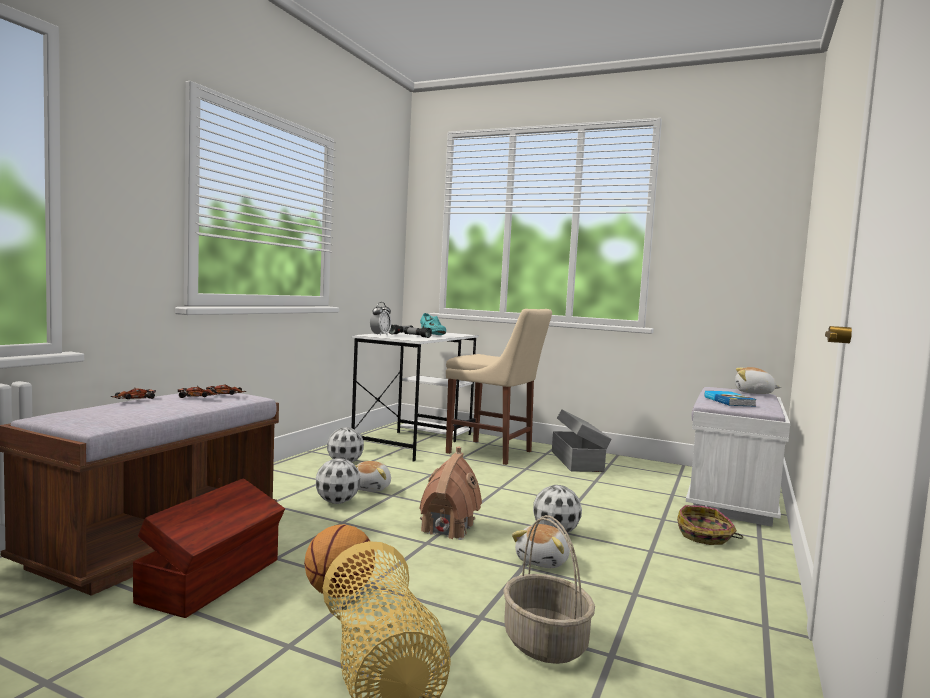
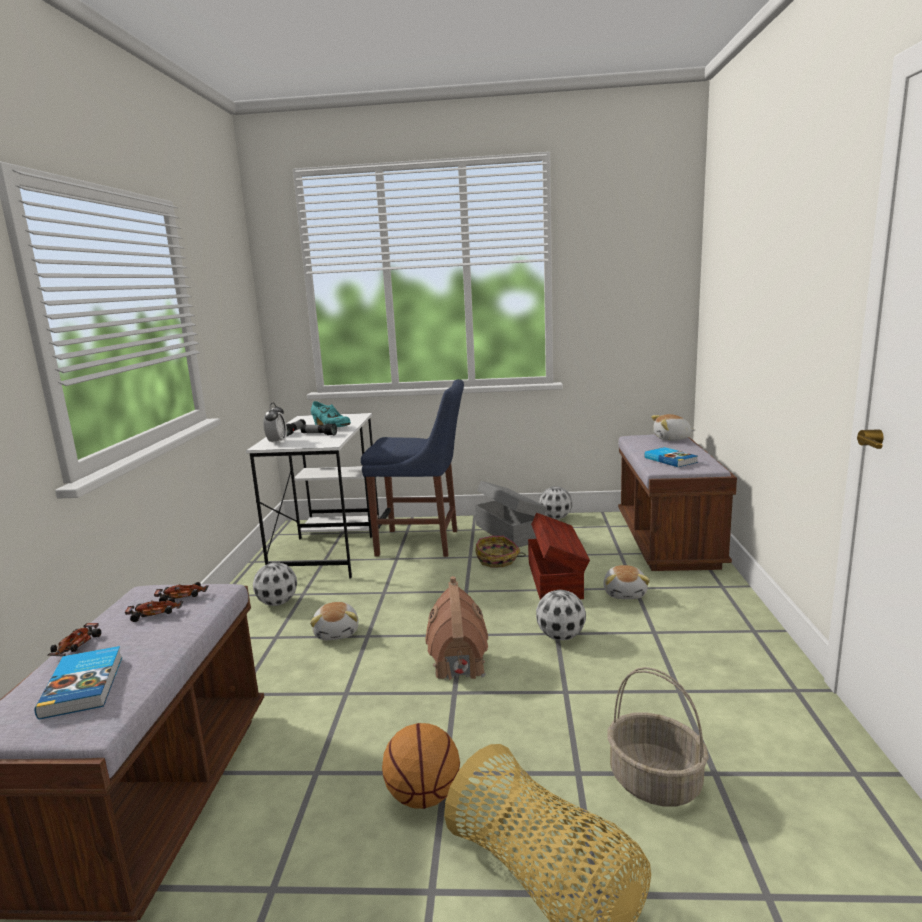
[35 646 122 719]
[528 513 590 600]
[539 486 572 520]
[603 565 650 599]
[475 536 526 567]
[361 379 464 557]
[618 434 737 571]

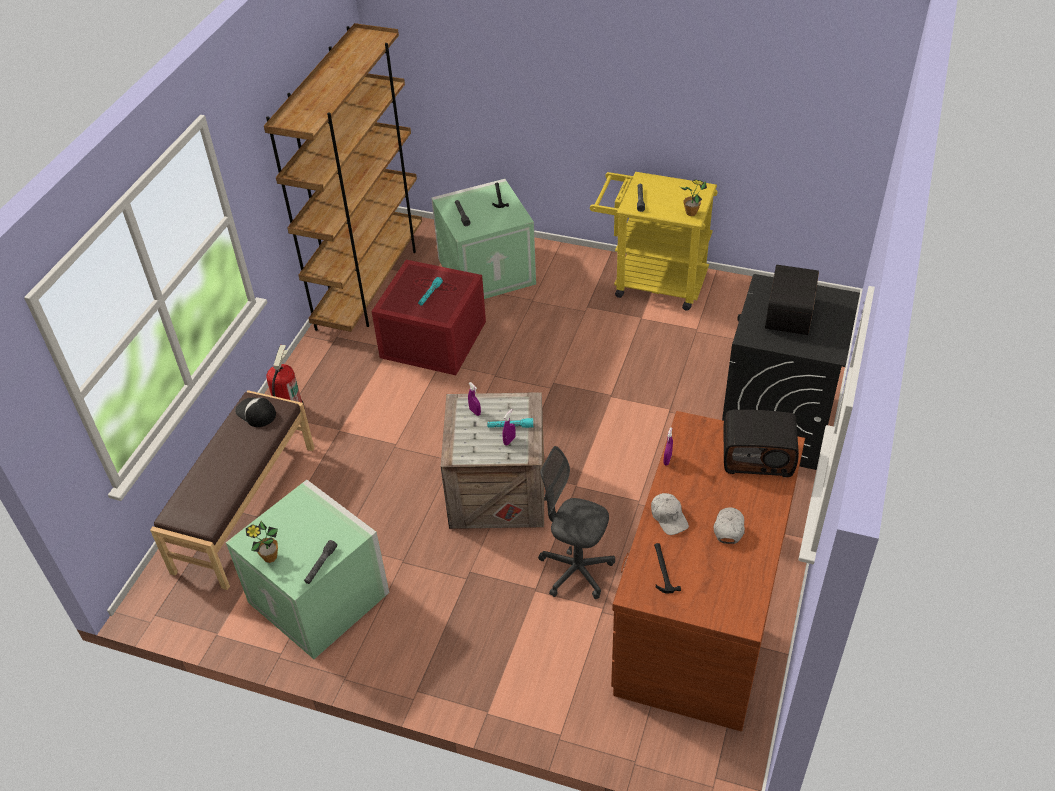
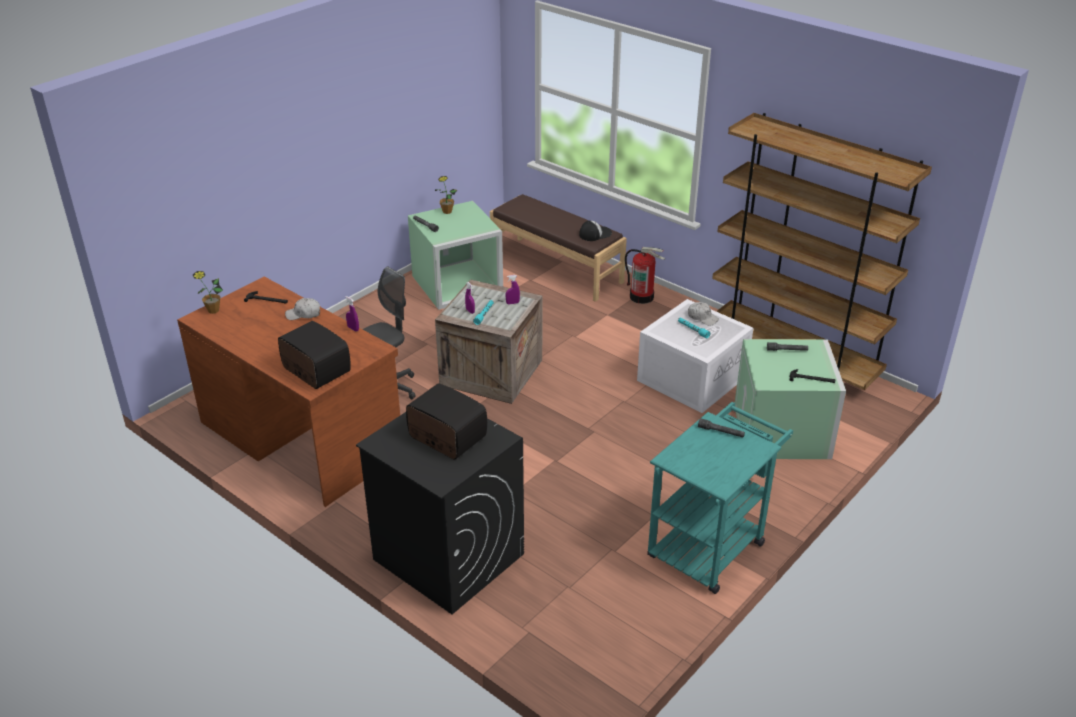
[193 271 223 314]
[688 302 719 326]
[637 299 753 413]
[647 402 793 594]
[278 321 351 389]

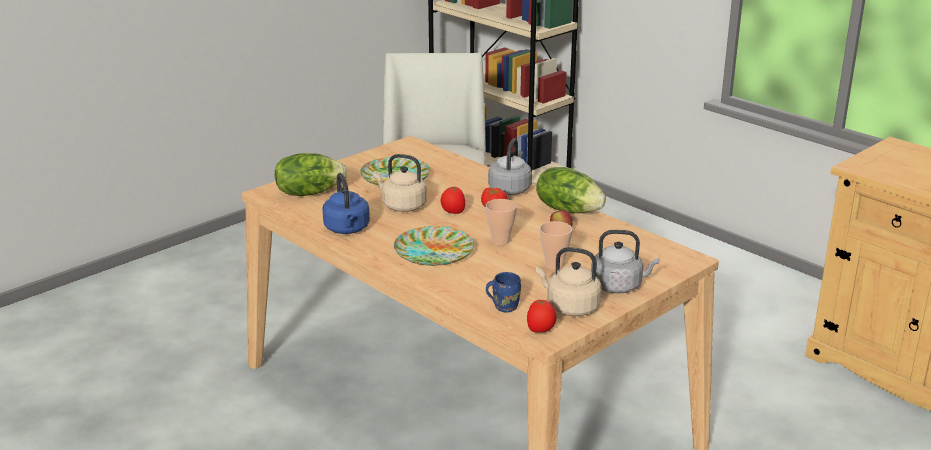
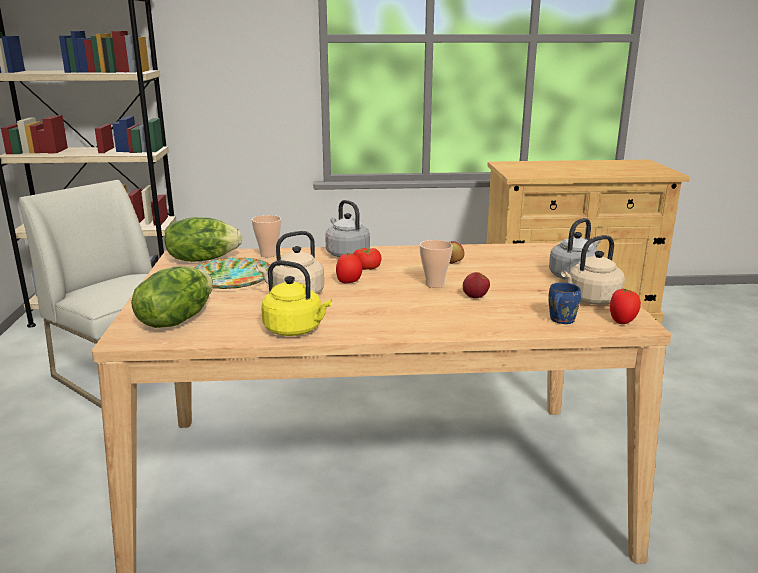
[394 226 474 266] (first image)
[463 272 490 299]
[165 217 242 262]
[252 215 281 257]
[261 260 332 336]

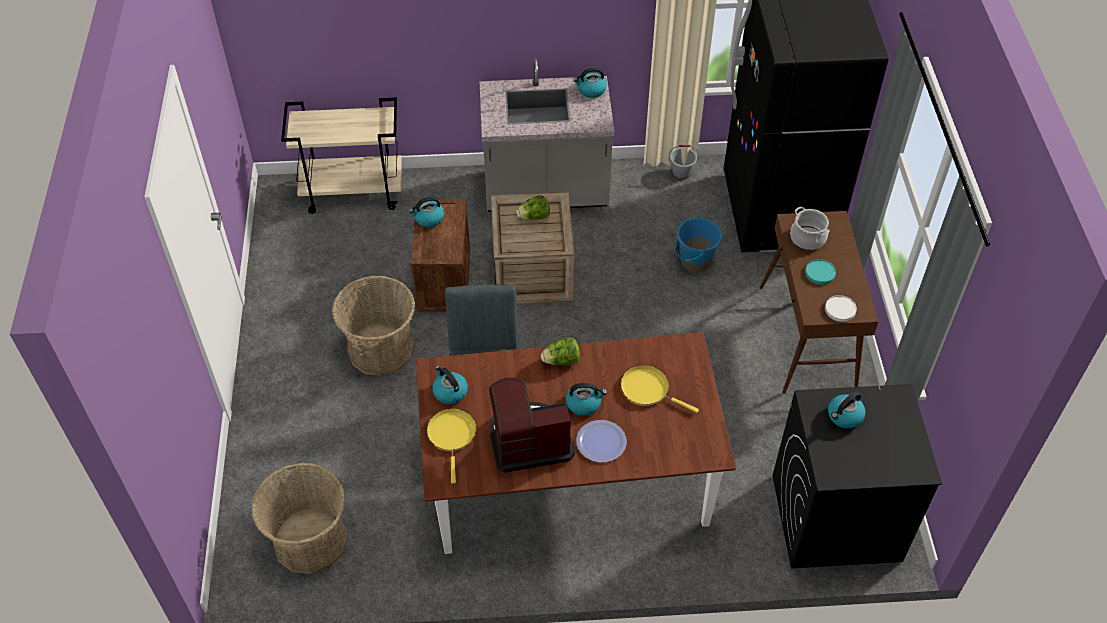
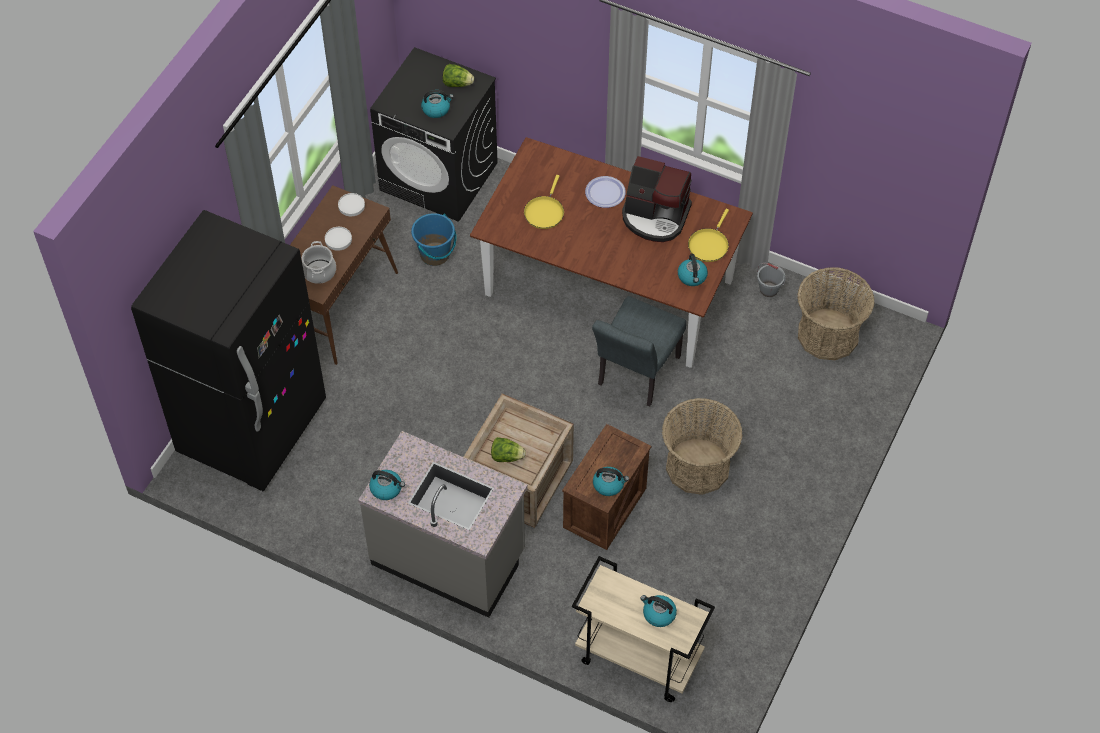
[443 64 474 87]
[641 595 677 627]
[757 263 786 297]
[411 213 456 266]
[325 227 352 251]
[524 175 564 229]

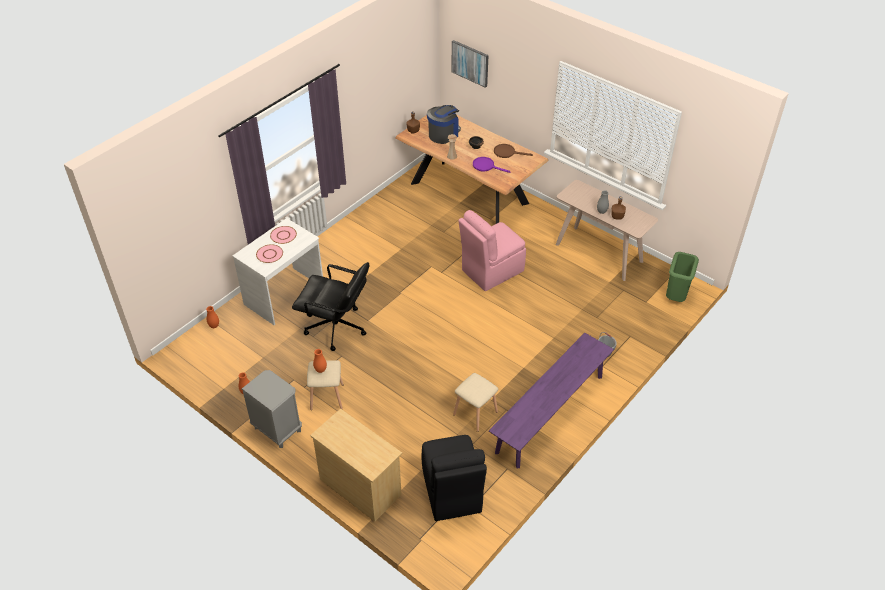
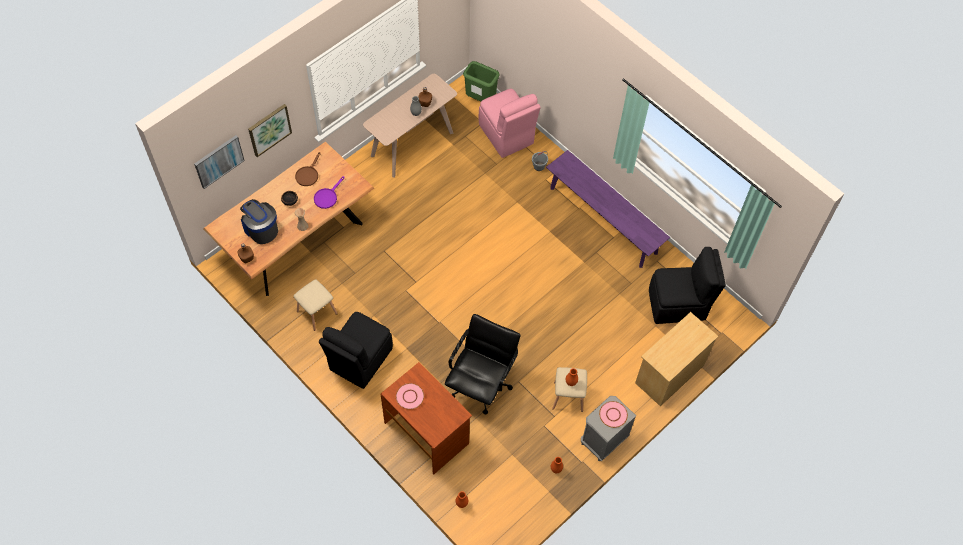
[248 104 292 157]
[319 312 393 389]
[599 401 628 428]
[294 279 338 331]
[479 89 541 158]
[380 362 472 474]

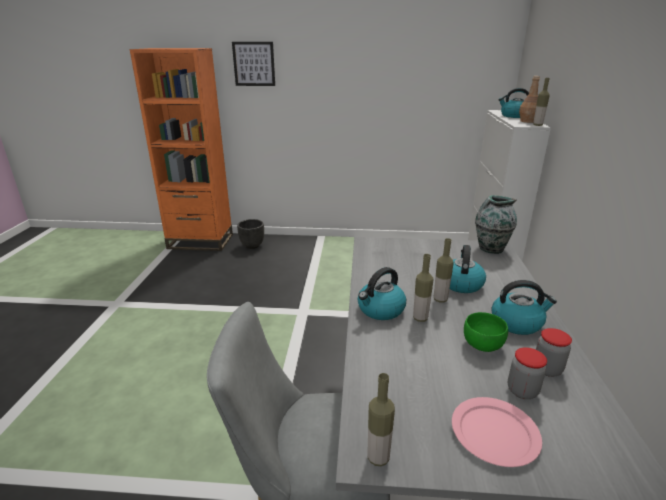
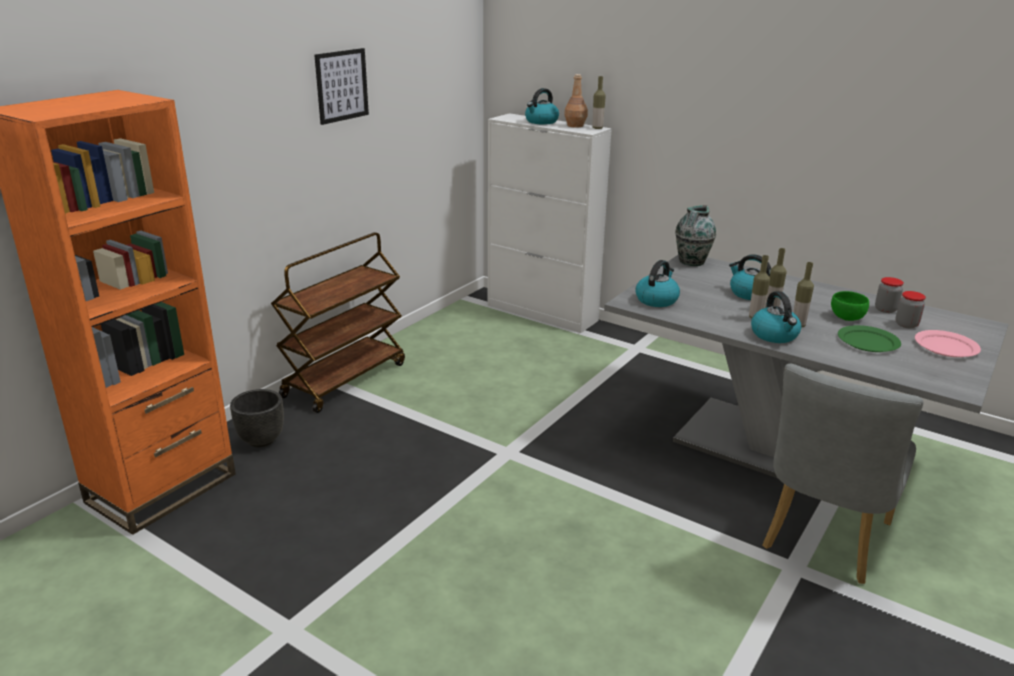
[271 232 405 413]
[838 325 901 352]
[314 48 369 125]
[749 255 770 318]
[635 260 680 307]

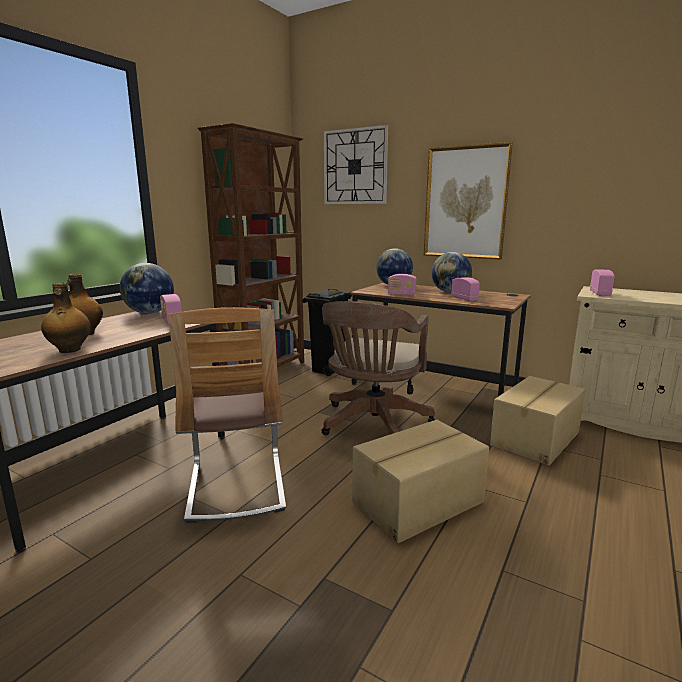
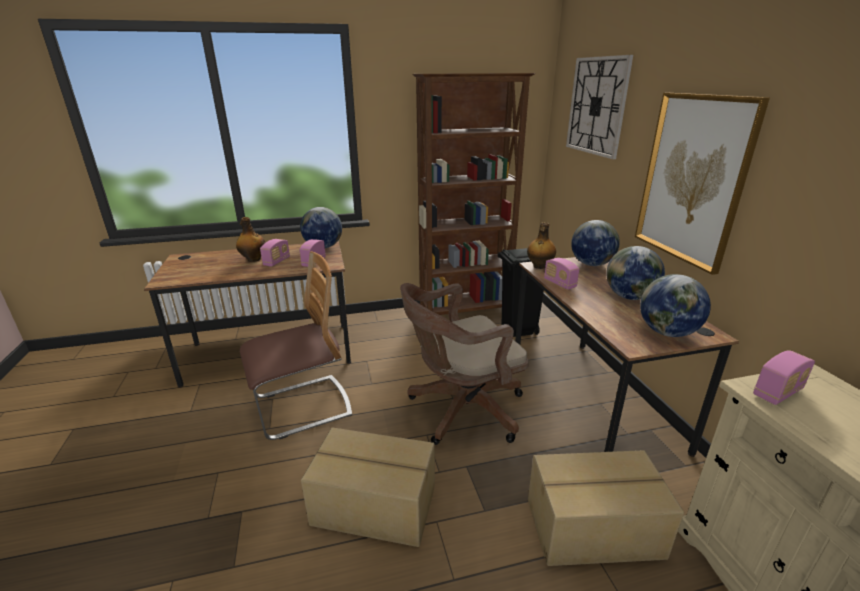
[640 274 711 337]
[527 222 556 269]
[260 239 290 267]
[240 251 352 440]

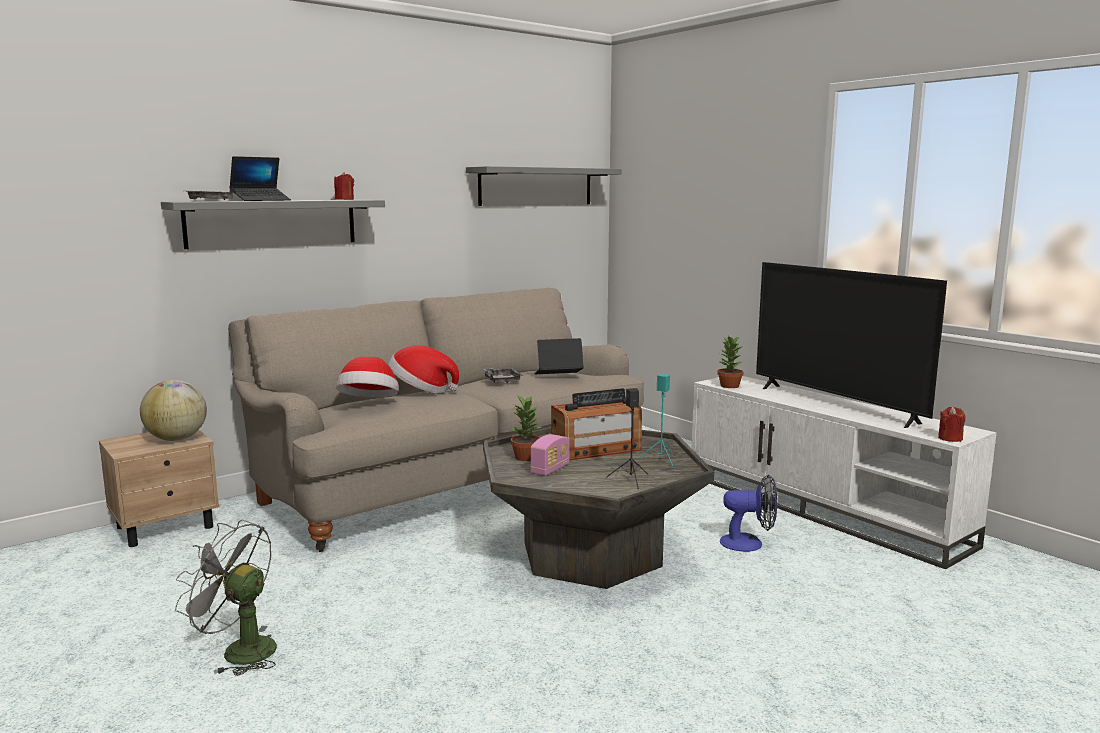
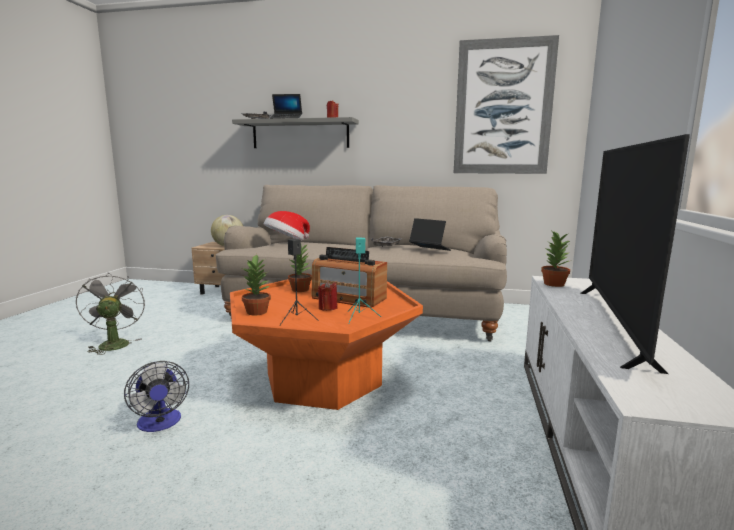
[388 345 459 394] (first image)
[530 434 570 476] (first image)
[242 254 271 316]
[124 361 189 432]
[318 281 338 311]
[454 35 559 174]
[230 279 423 410]

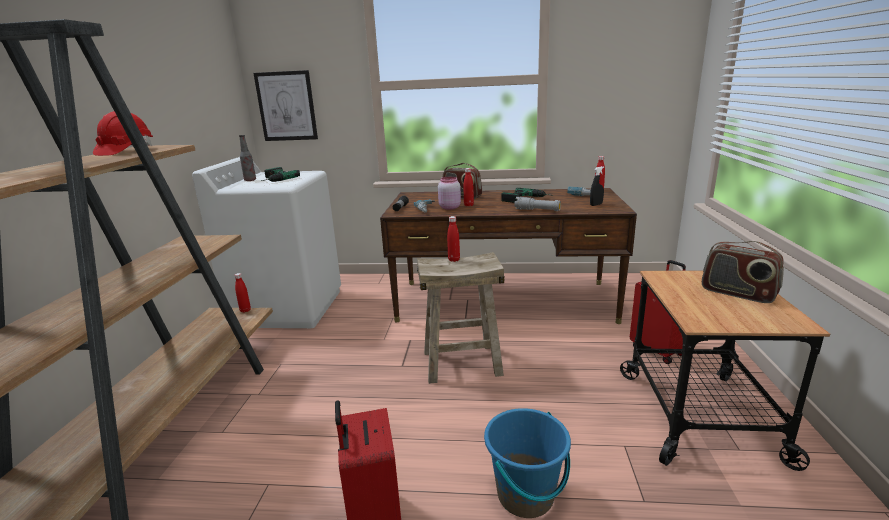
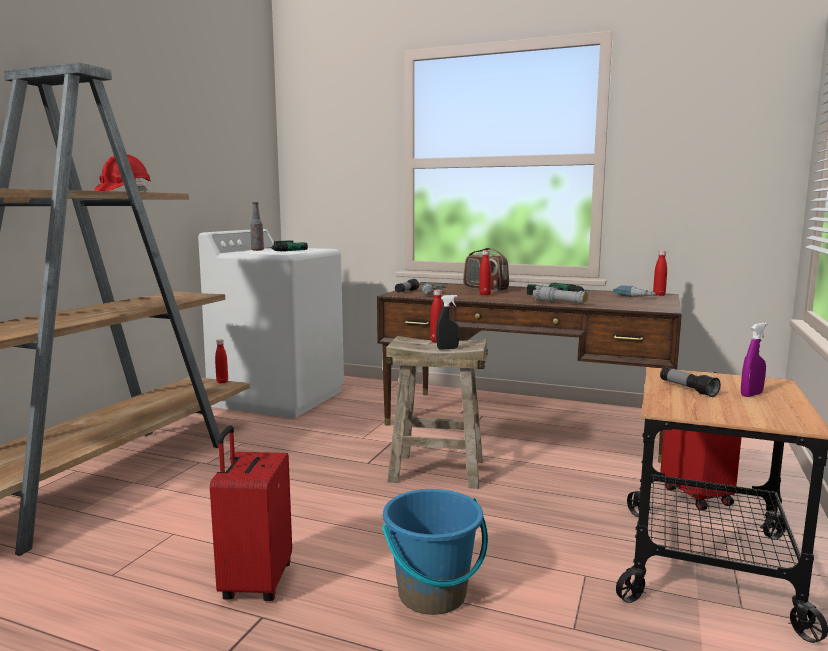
[253 70 318 141] (first image)
[438 177 461 210] (first image)
[660 367 721 397]
[436 295 460 350]
[741 323 767 397]

